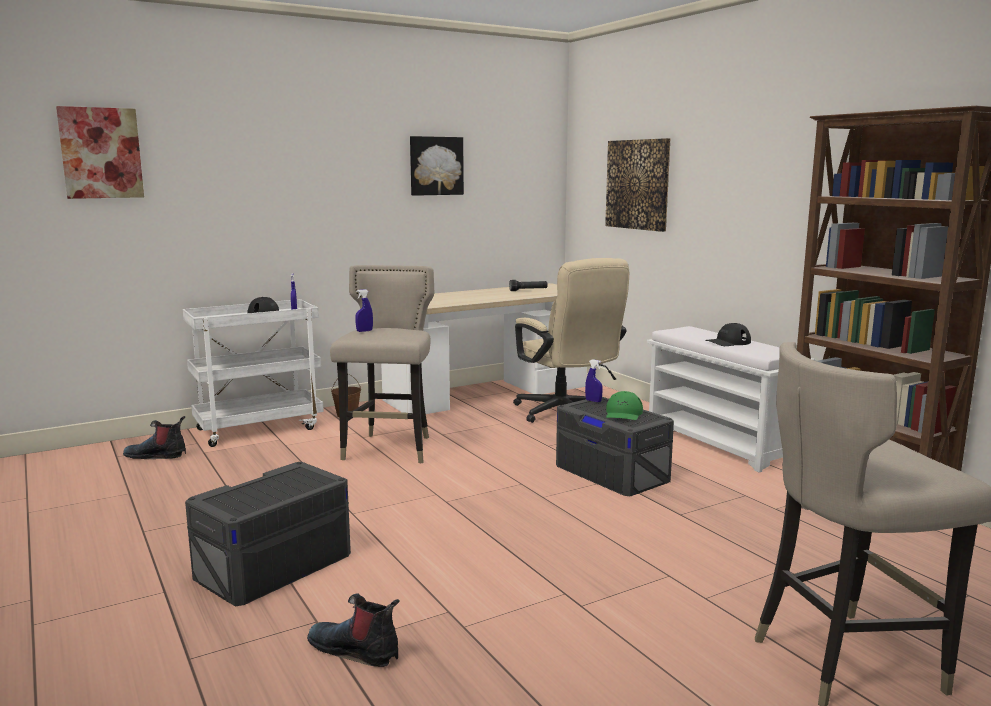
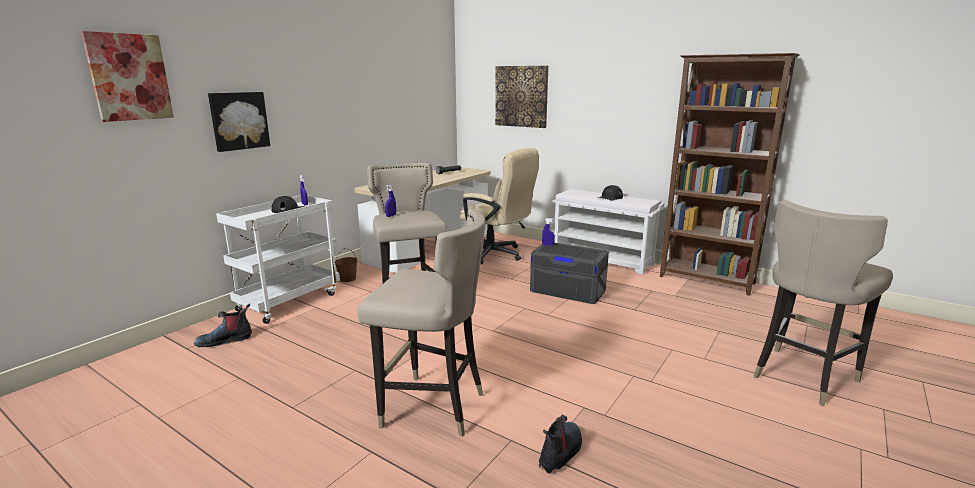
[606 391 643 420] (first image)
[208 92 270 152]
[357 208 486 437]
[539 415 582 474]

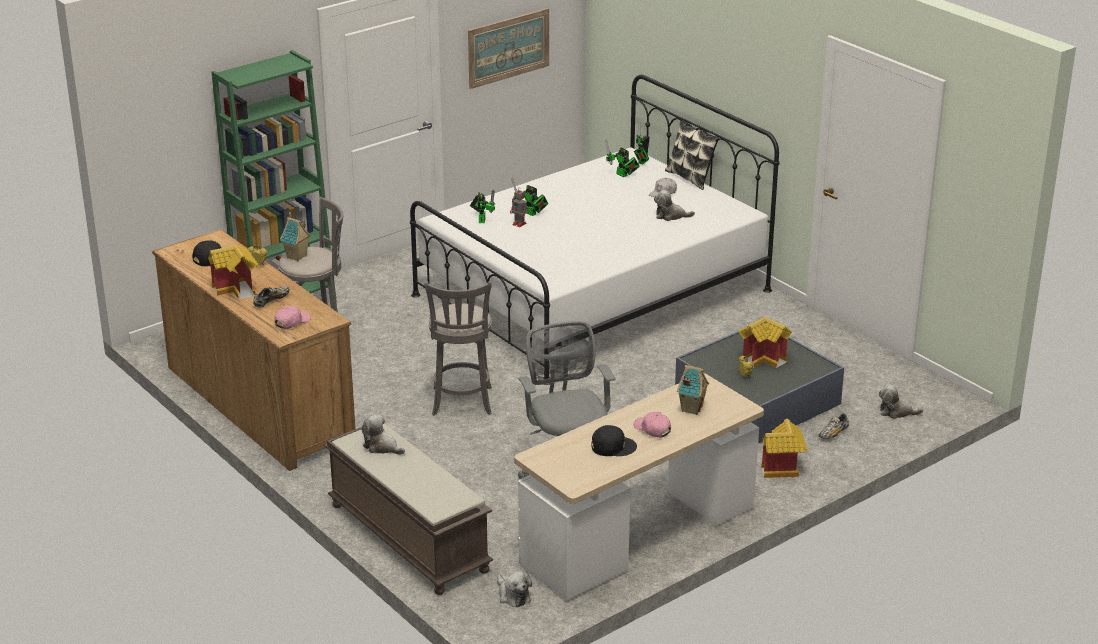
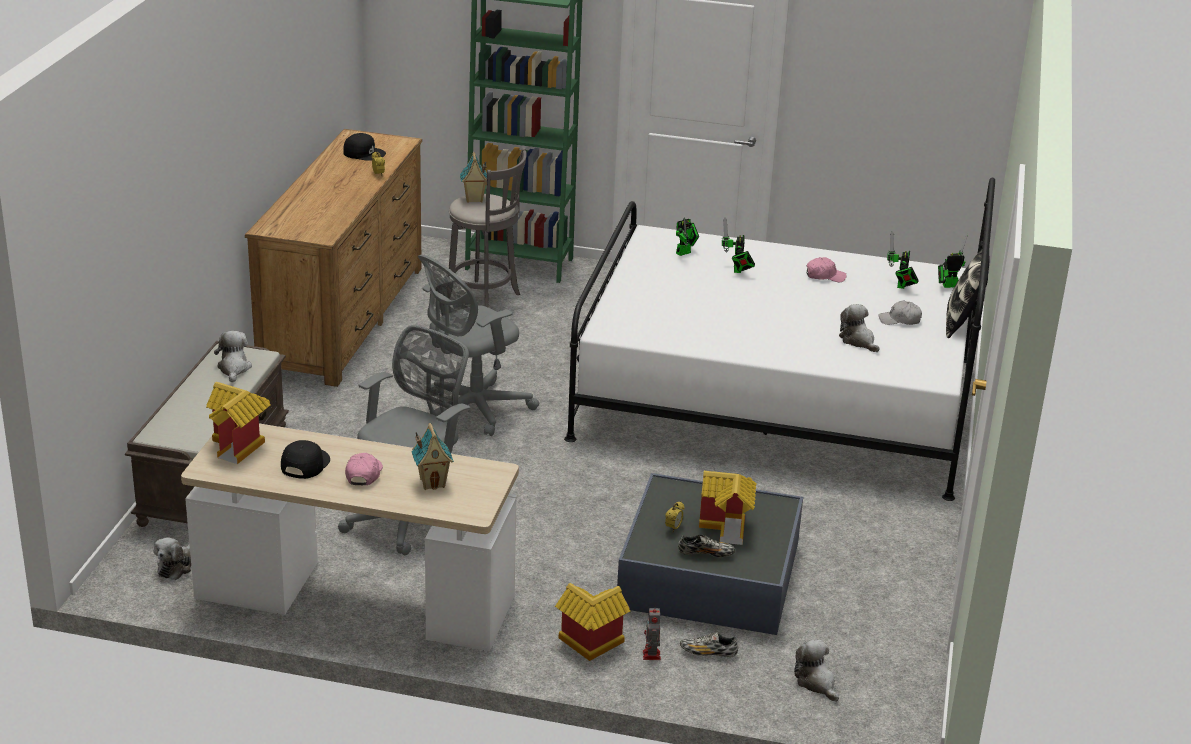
[468 8 549 89] (first image)
[206 382 271 464]
[678 534 735 557]
[806 257 847 282]
[643 608 661 660]
[418 254 539 436]
[281 440 330 479]

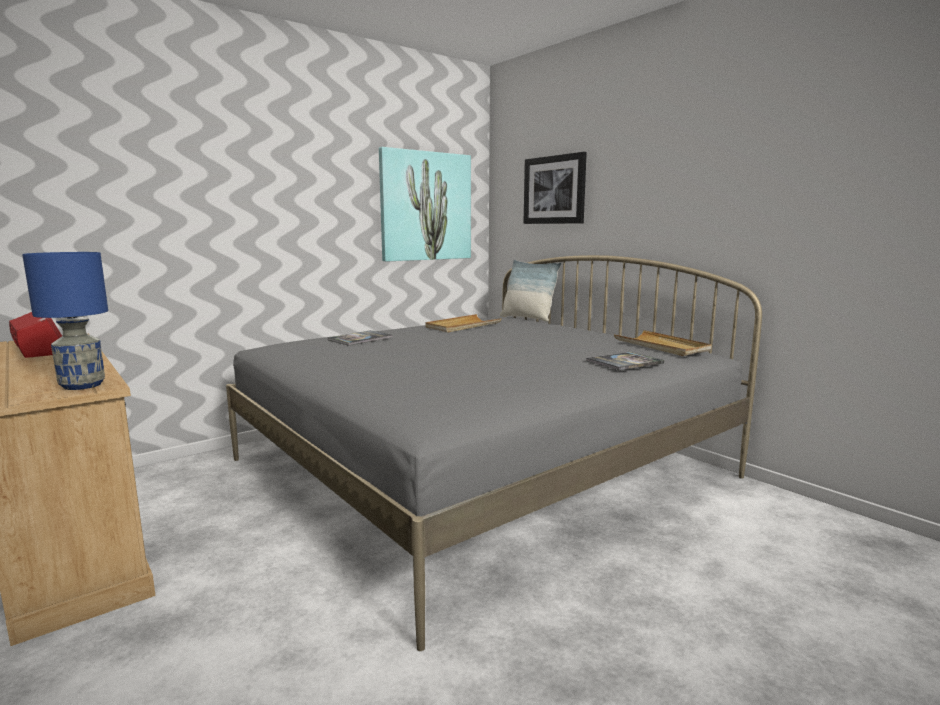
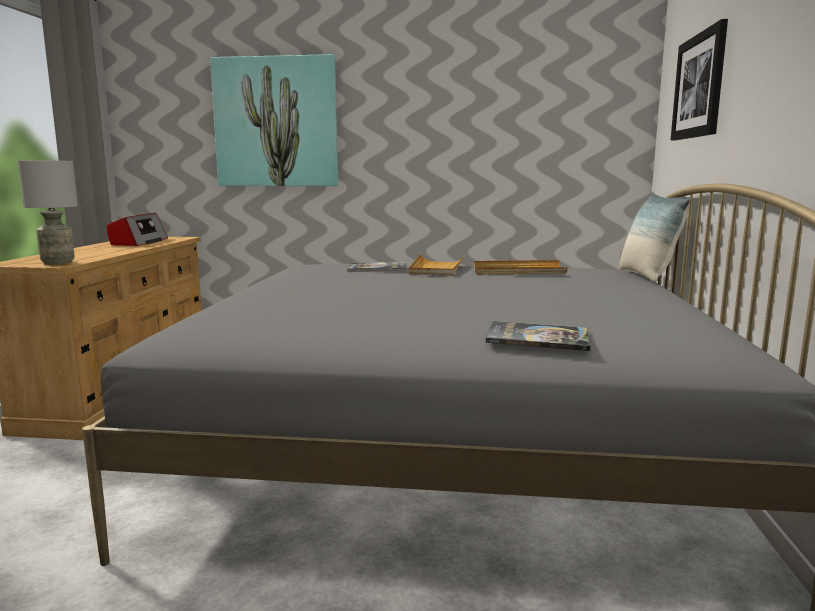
[210 54 338 186]
[409 254 465 276]
[18 161 78 265]

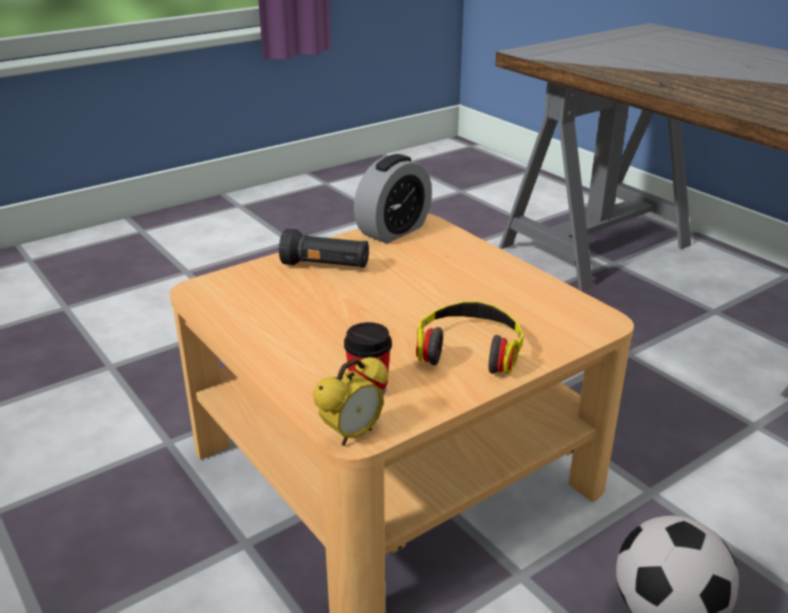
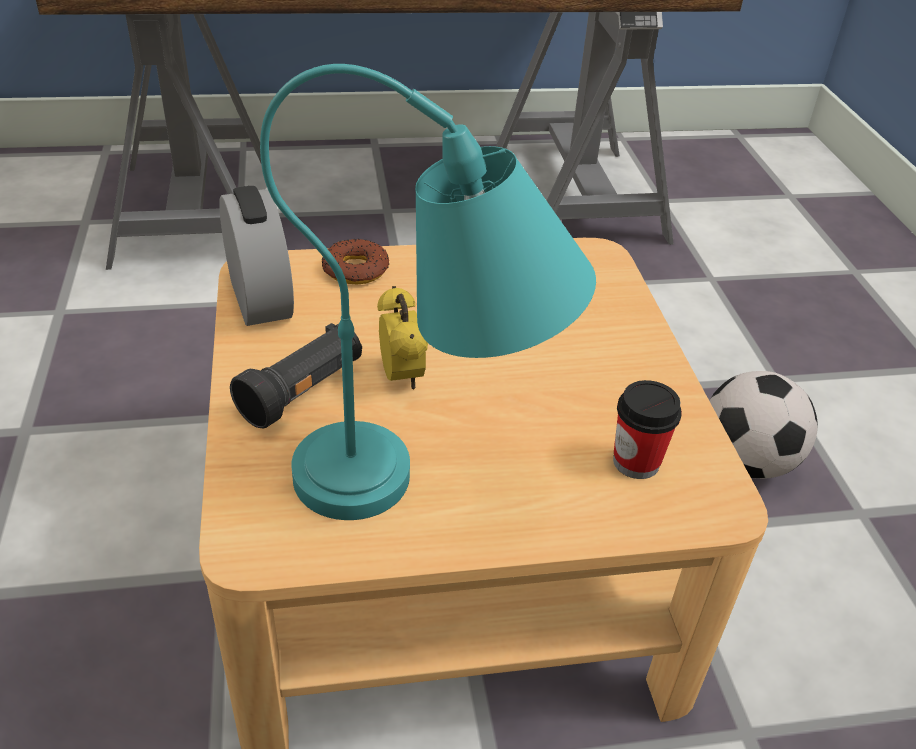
[416 301 524 374] (first image)
[260 64 596 520]
[322 239 389 285]
[377 286 428 390]

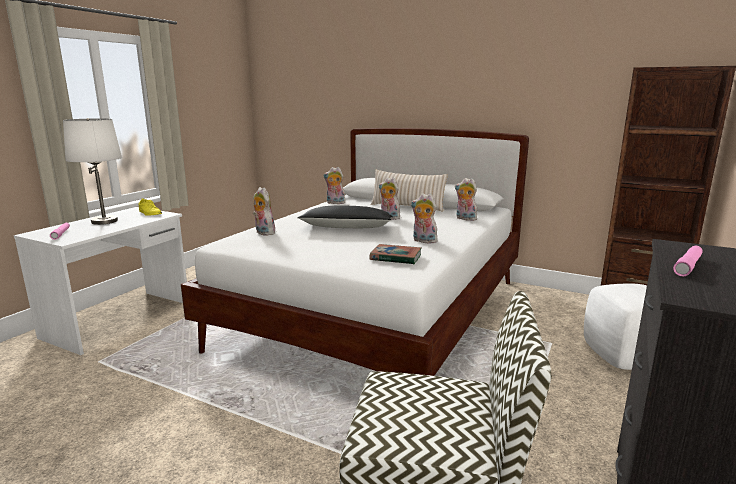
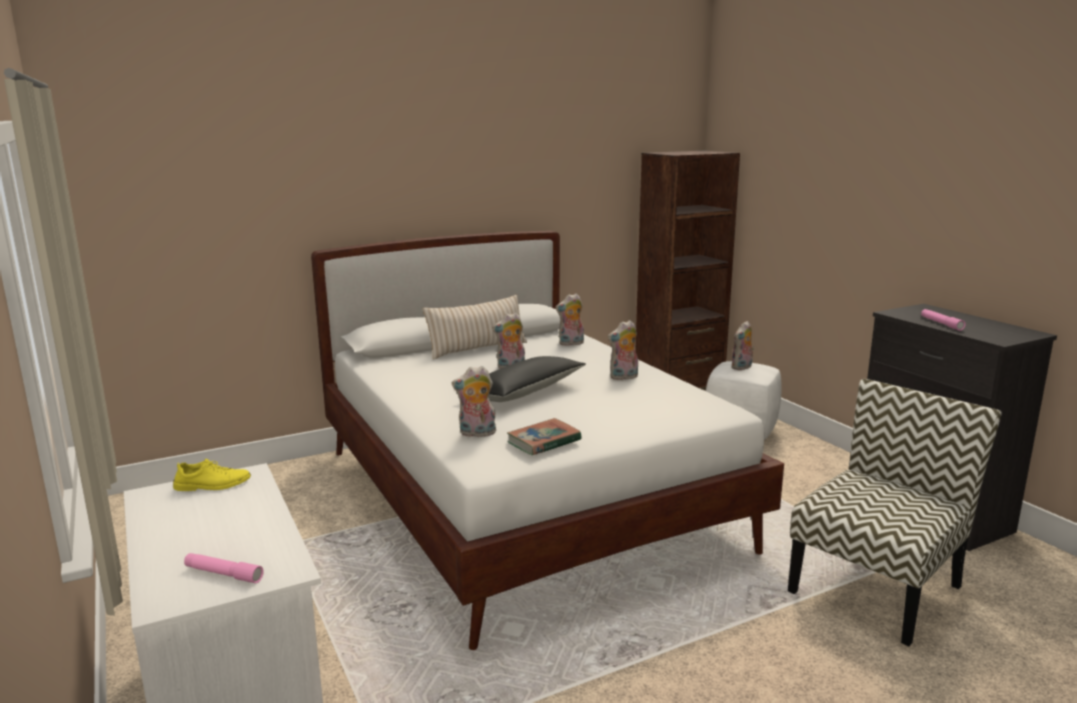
[63 118 122 225] (first image)
[732 321 755 370]
[507 418 582 455]

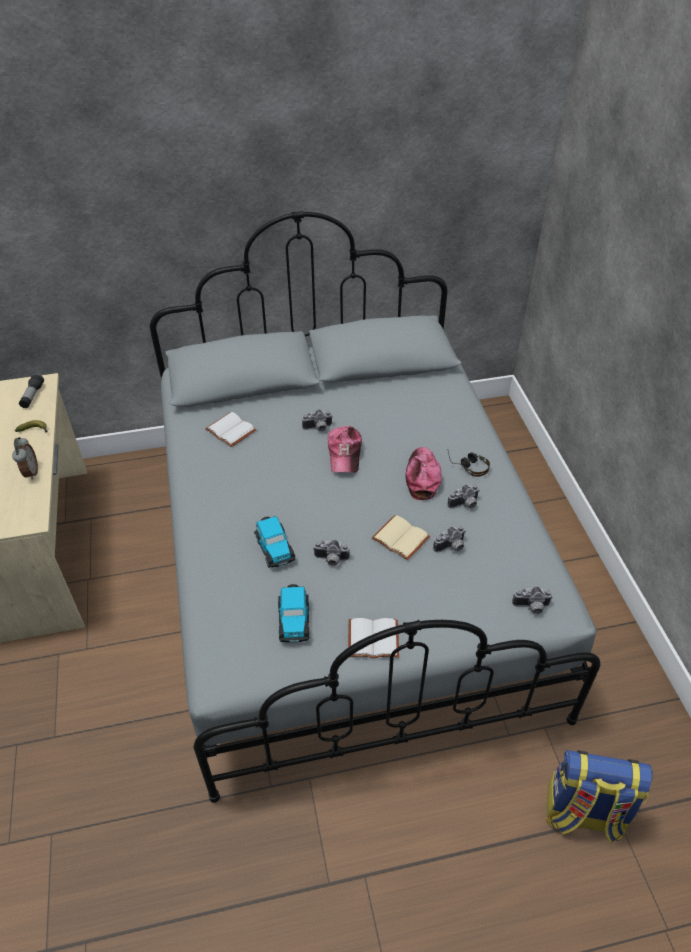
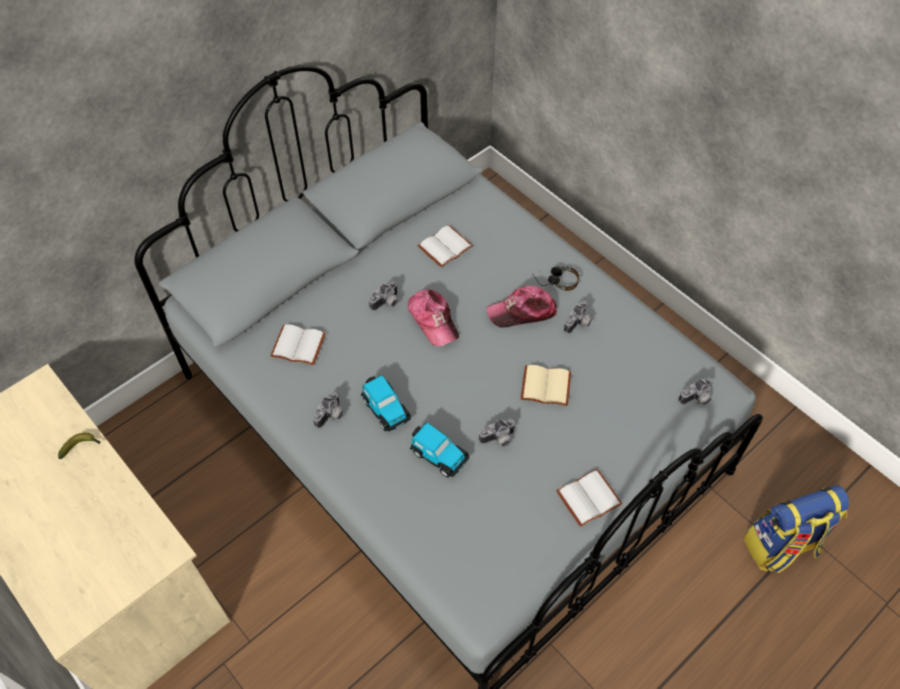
[12 437 38 480] (first image)
[19 374 44 408] (first image)
[418 225 473 268]
[361 375 411 432]
[313 392 344 429]
[487 286 557 327]

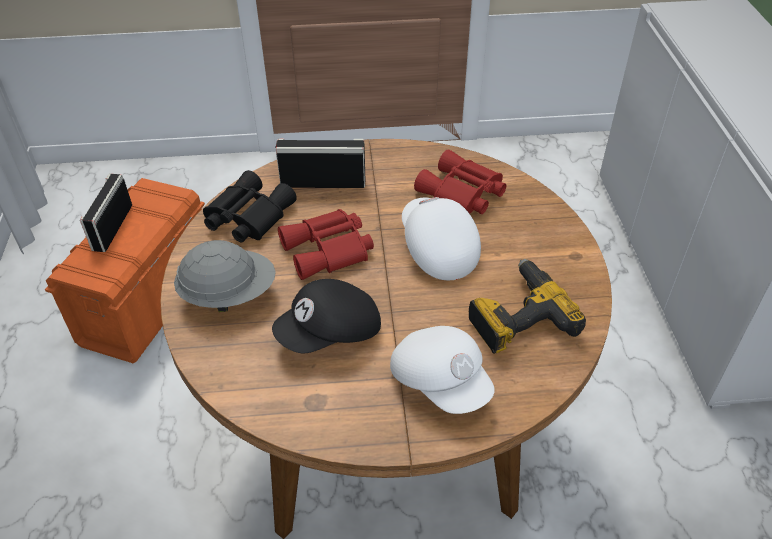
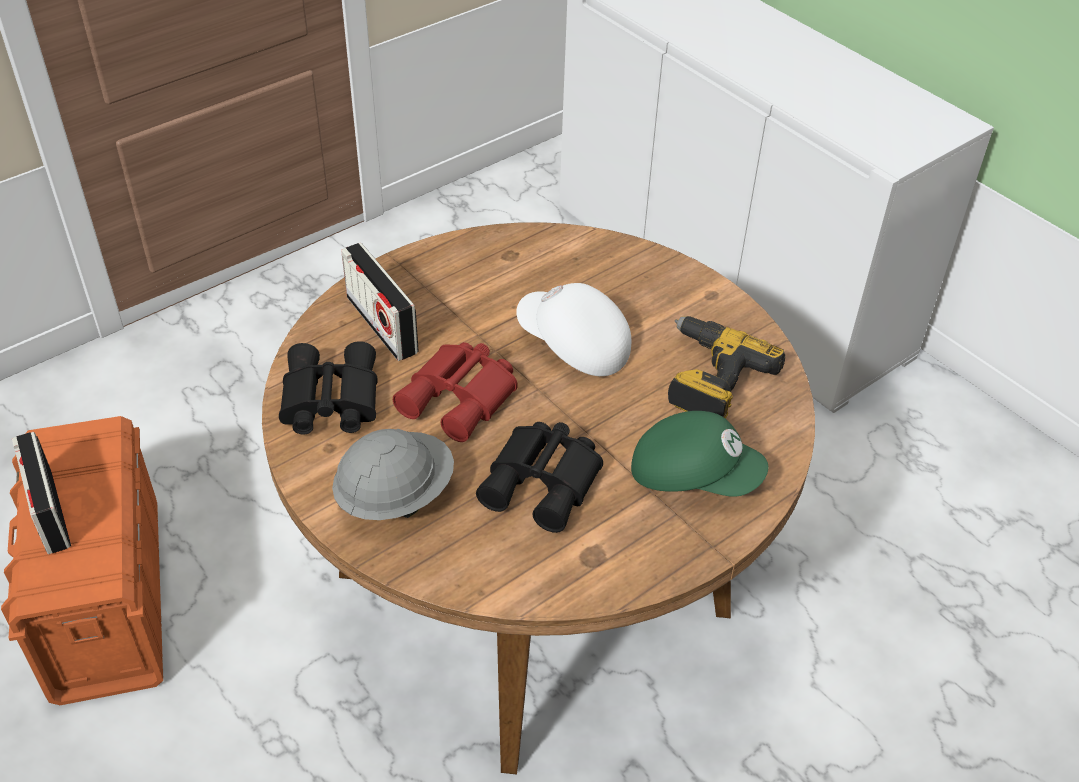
[414 150 506 214] (first image)
[476 422 603 533]
[631 411 768 497]
[341 243 419 361]

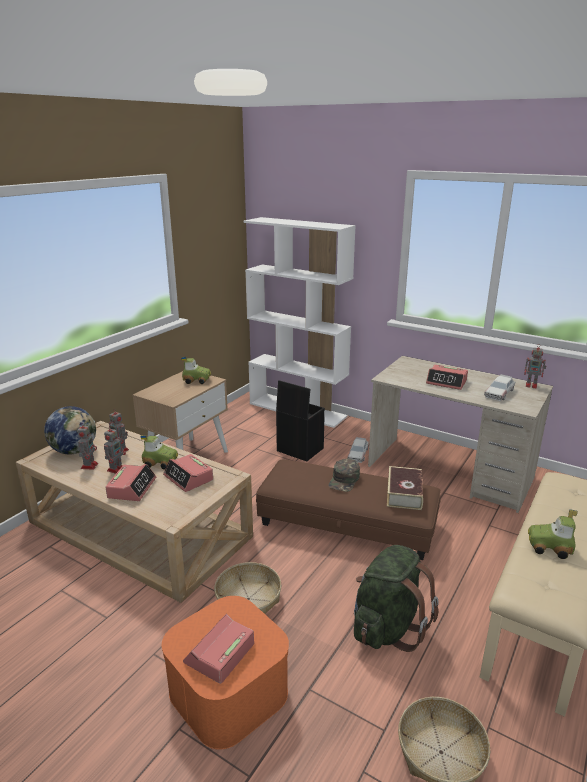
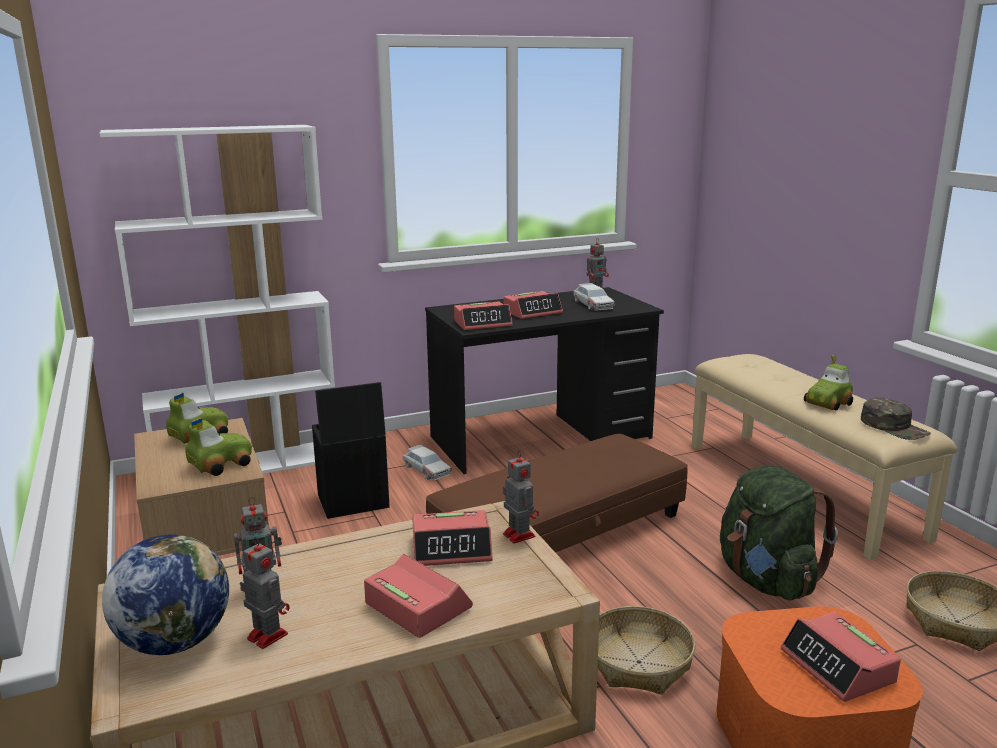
[387 466 423 510] (first image)
[454 301 513 330]
[503 450 539 543]
[185 418 252 476]
[861 397 931 440]
[425 287 664 474]

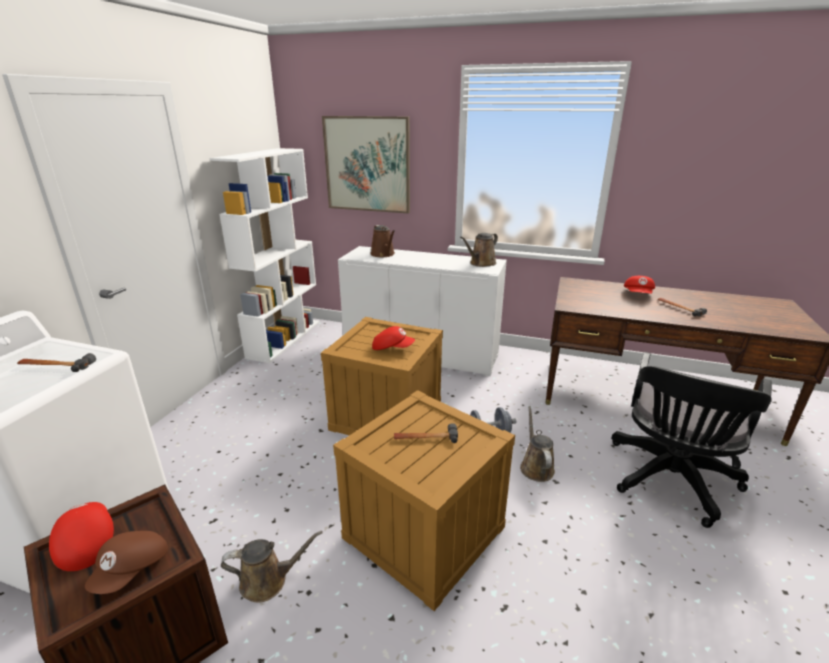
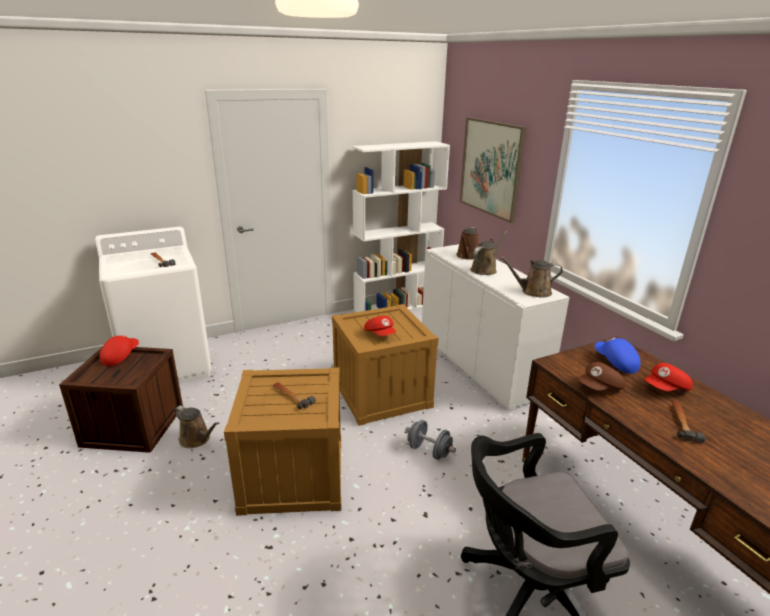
[594 337 641 374]
[578 362 625 391]
[470 231 508 275]

